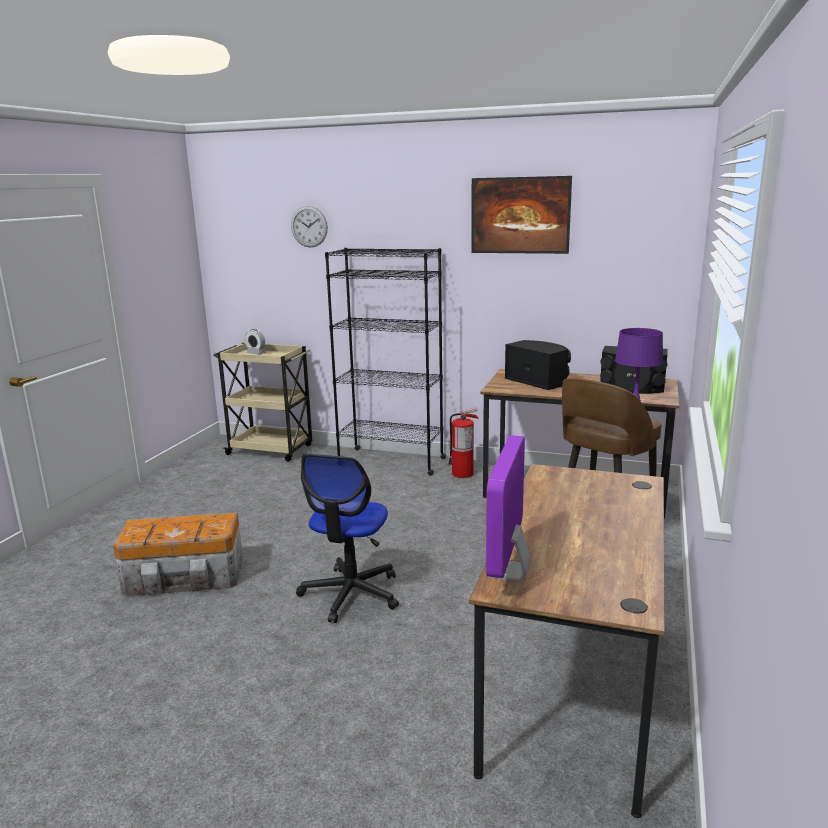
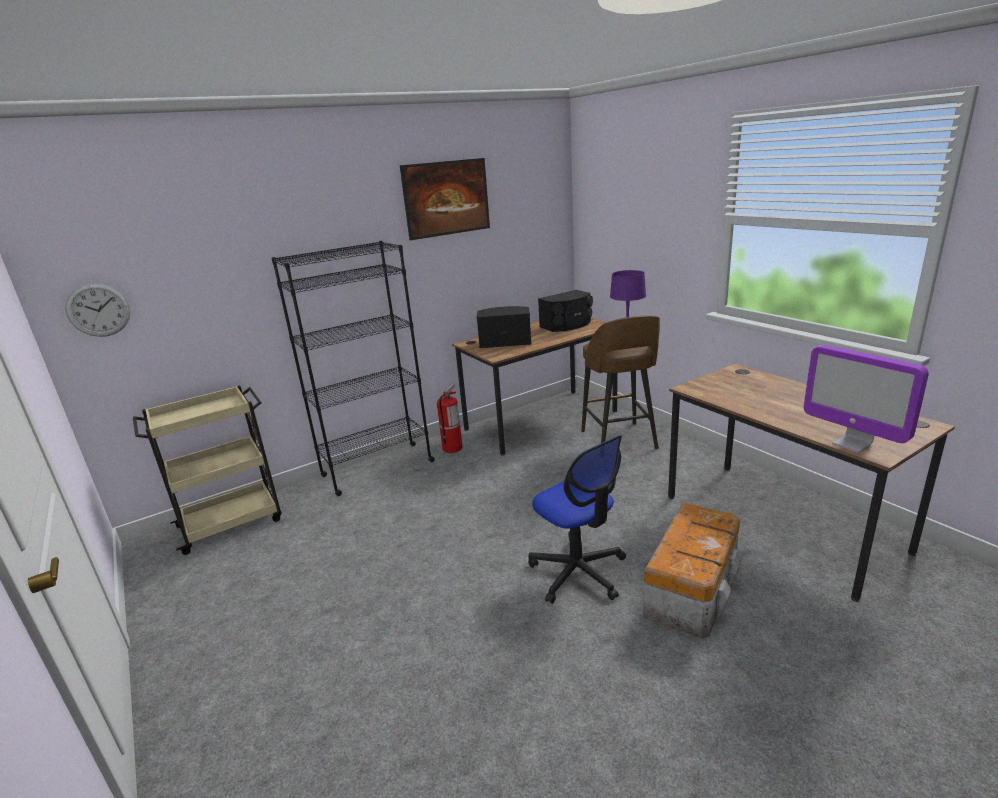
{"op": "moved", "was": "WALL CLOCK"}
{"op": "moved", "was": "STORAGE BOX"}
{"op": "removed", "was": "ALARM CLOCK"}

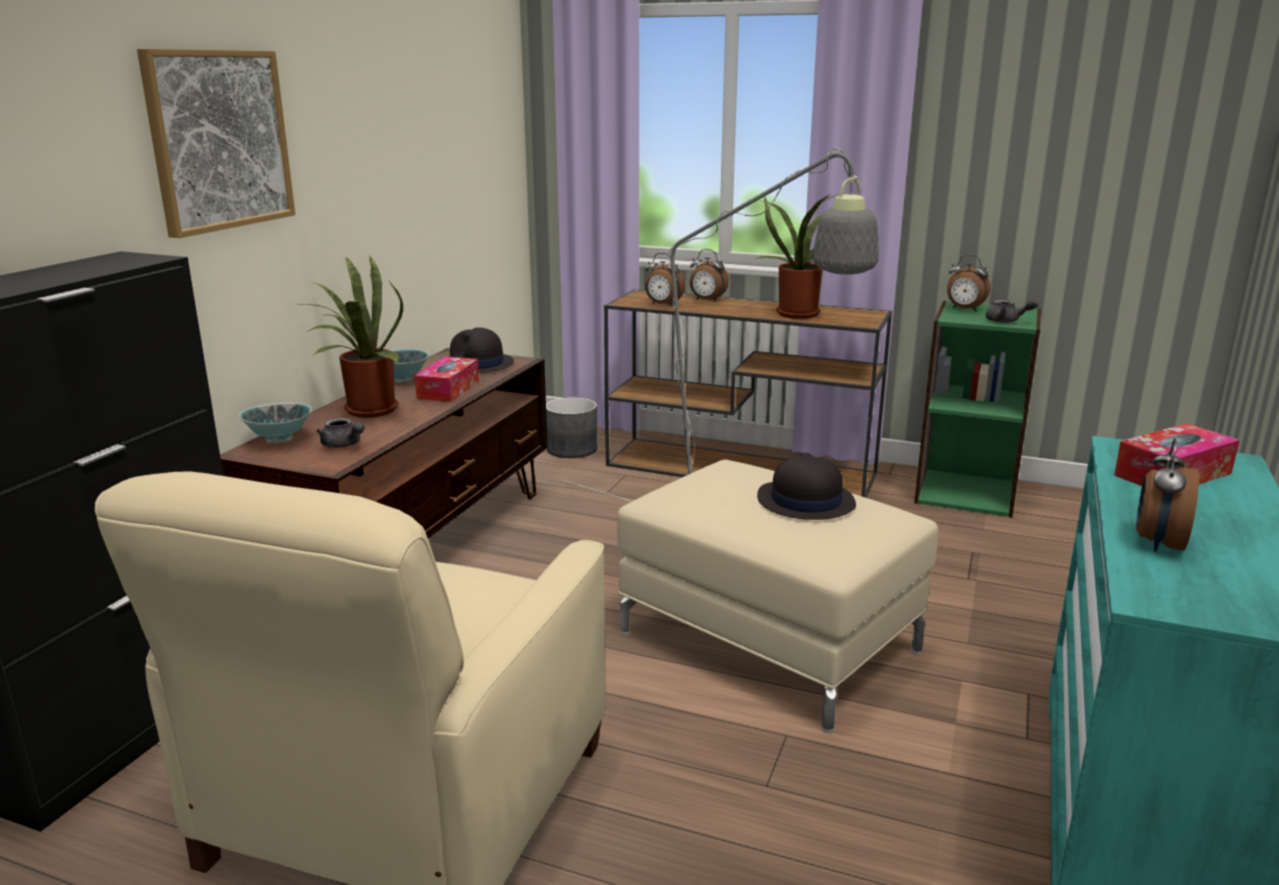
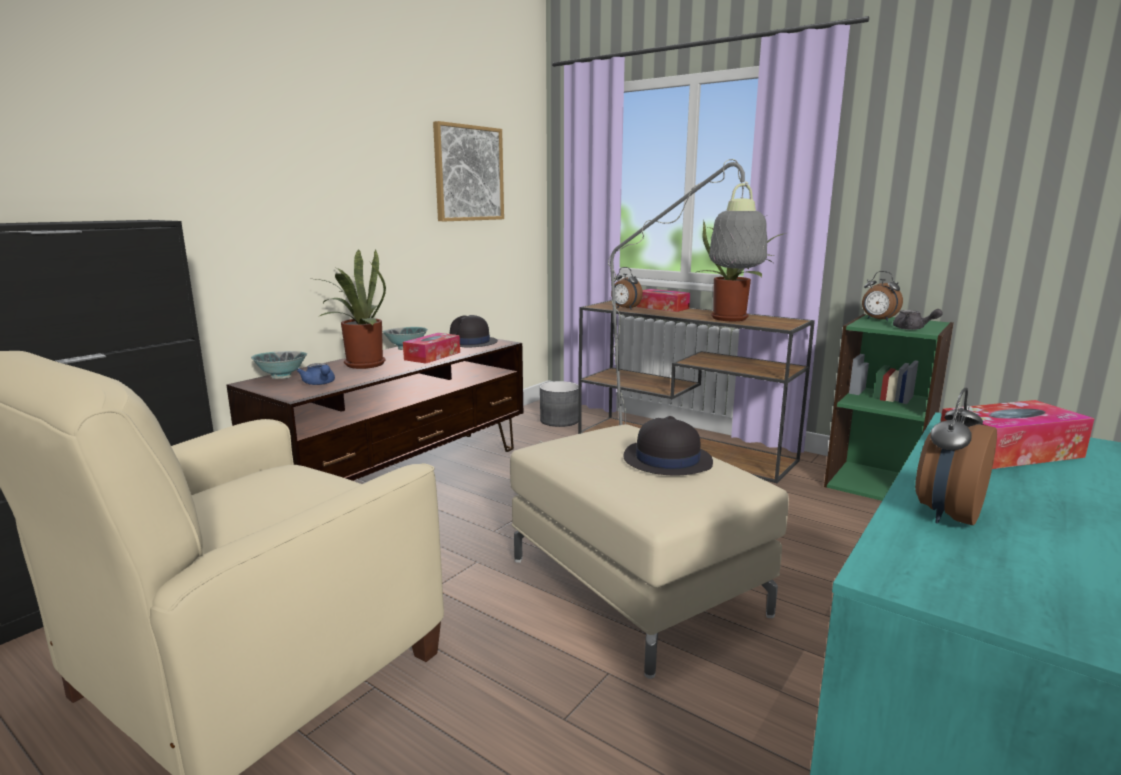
{"op": "recoloured", "was": "GREY TEAPOT (1st from left)", "now": "BLUE TEAPOT"}
{"op": "moved", "was": "PICTURE"}
{"op": "replaced", "was": "ALARM CLOCK (2nd from left)", "now": "TISSUE BOX (2nd from left)"}

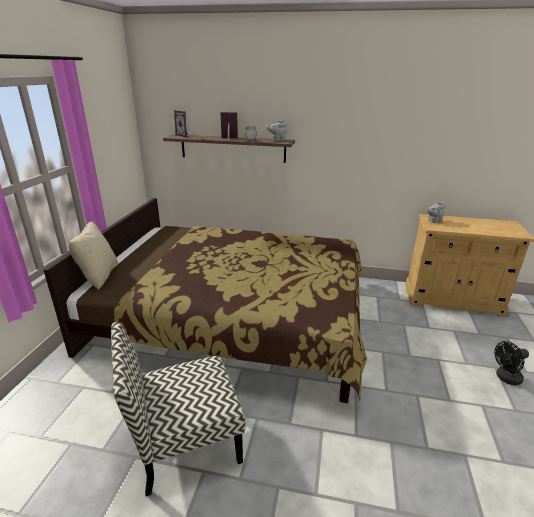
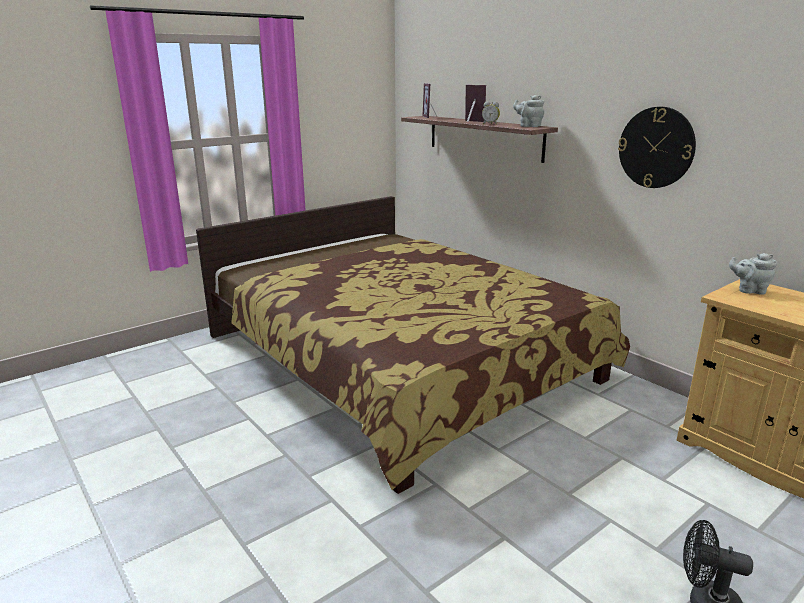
{"op": "added", "now": "WALL CLOCK"}
{"op": "removed", "was": "BEIGE PILLOW"}
{"op": "removed", "was": "CHAIR"}

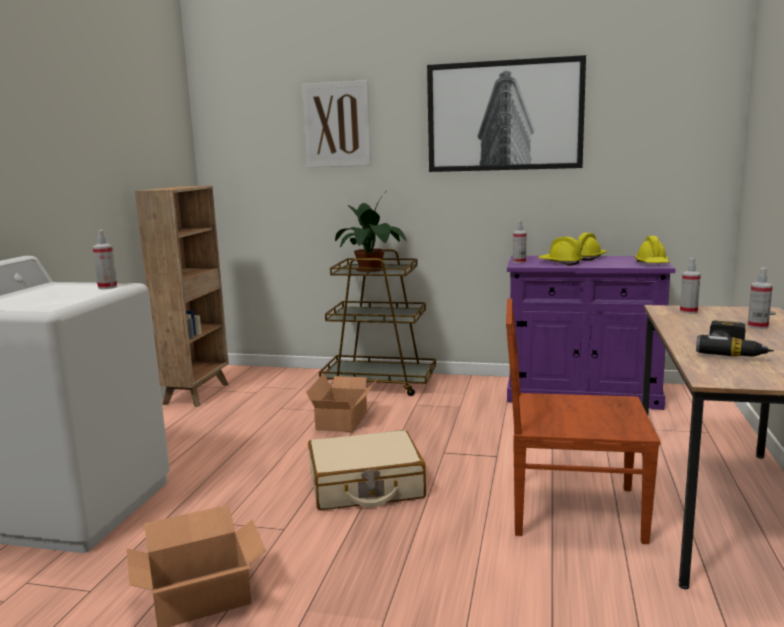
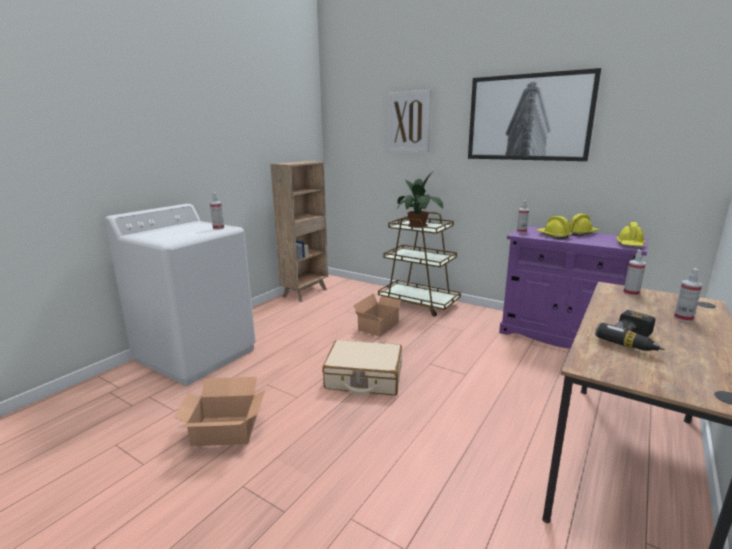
{"op": "removed", "was": "BROWN CHAIR"}

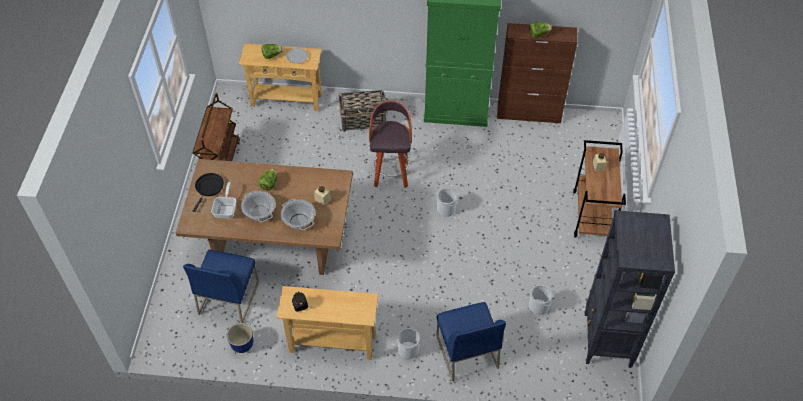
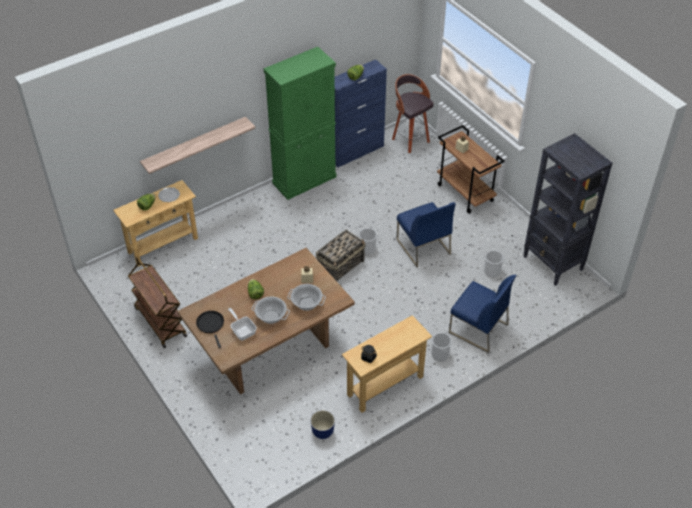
{"op": "added", "now": "SHELF"}
{"op": "moved", "was": "BASKET"}
{"op": "recoloured", "was": "BROWN CABINET", "now": "BLUE CABINET"}
{"op": "moved", "was": "STOOL"}
{"op": "moved", "was": "BLUE CHAIR (1st from left)"}

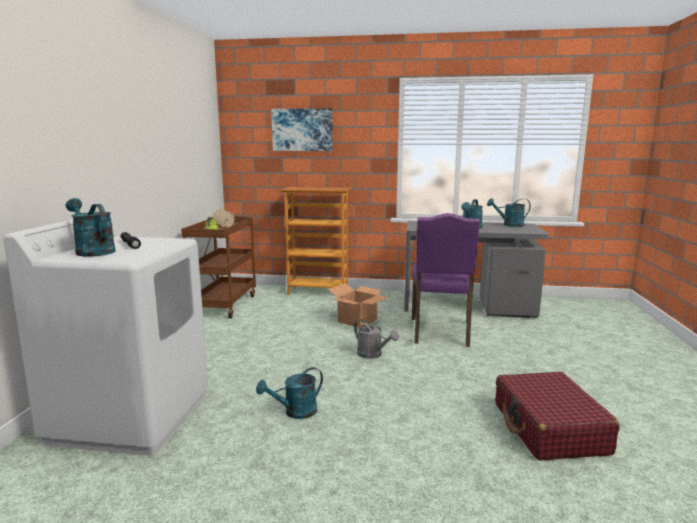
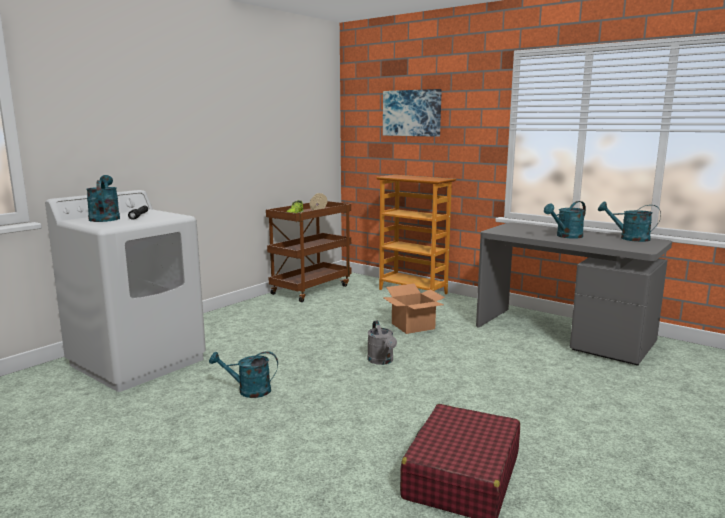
{"op": "removed", "was": "PURPLE CHAIR"}

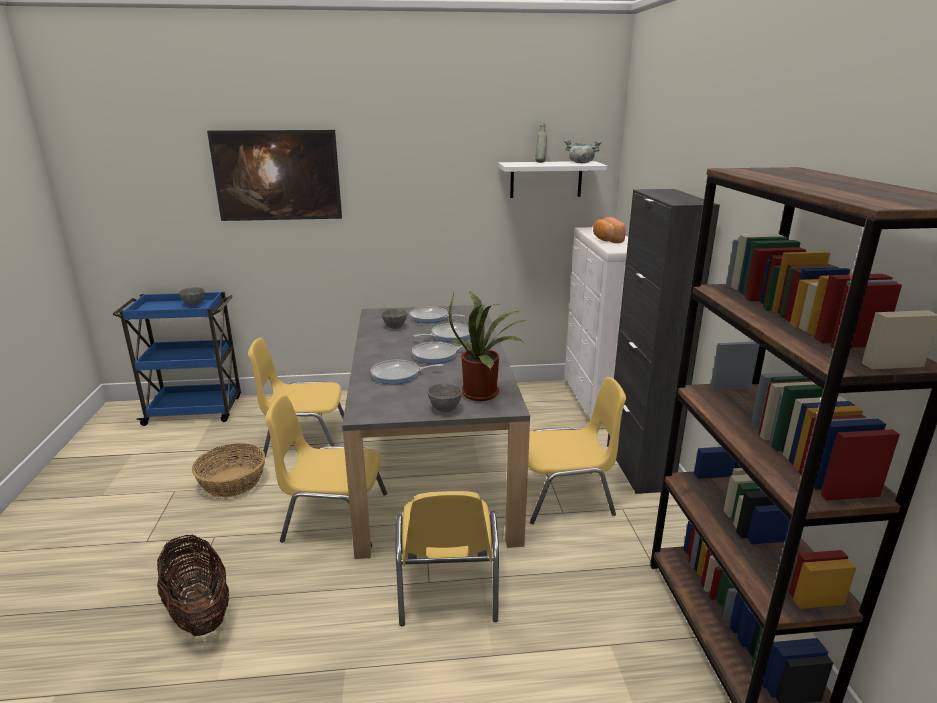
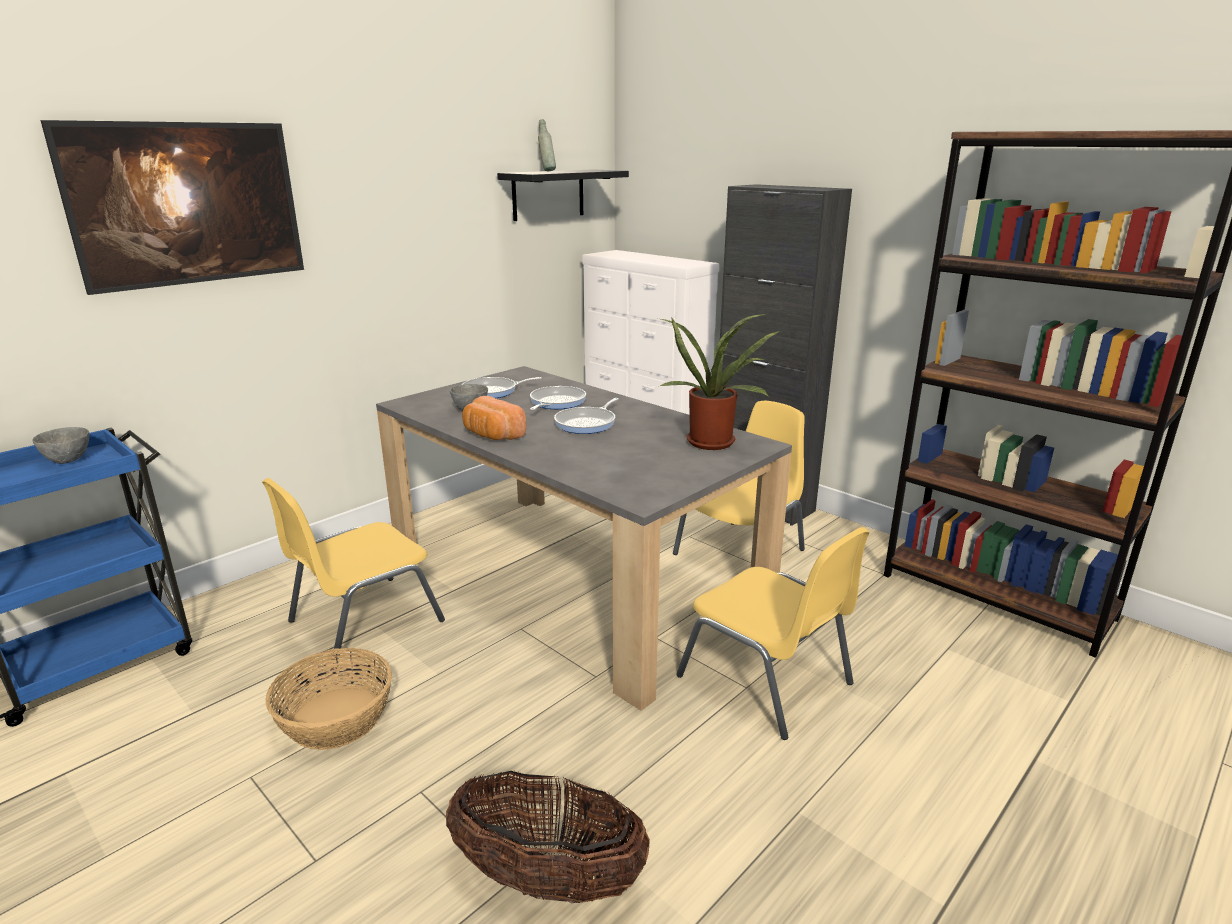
{"op": "moved", "was": "BREAD"}
{"op": "recoloured", "was": "WHITE SHELF", "now": "BLACK SHELF"}
{"op": "removed", "was": "YELLOW CHAIR (2nd from left)"}
{"op": "removed", "was": "FRYING PAN (1st from left)"}
{"op": "removed", "was": "GREY BOWL (3rd from left)"}
{"op": "removed", "was": "GREY COOKING POT"}

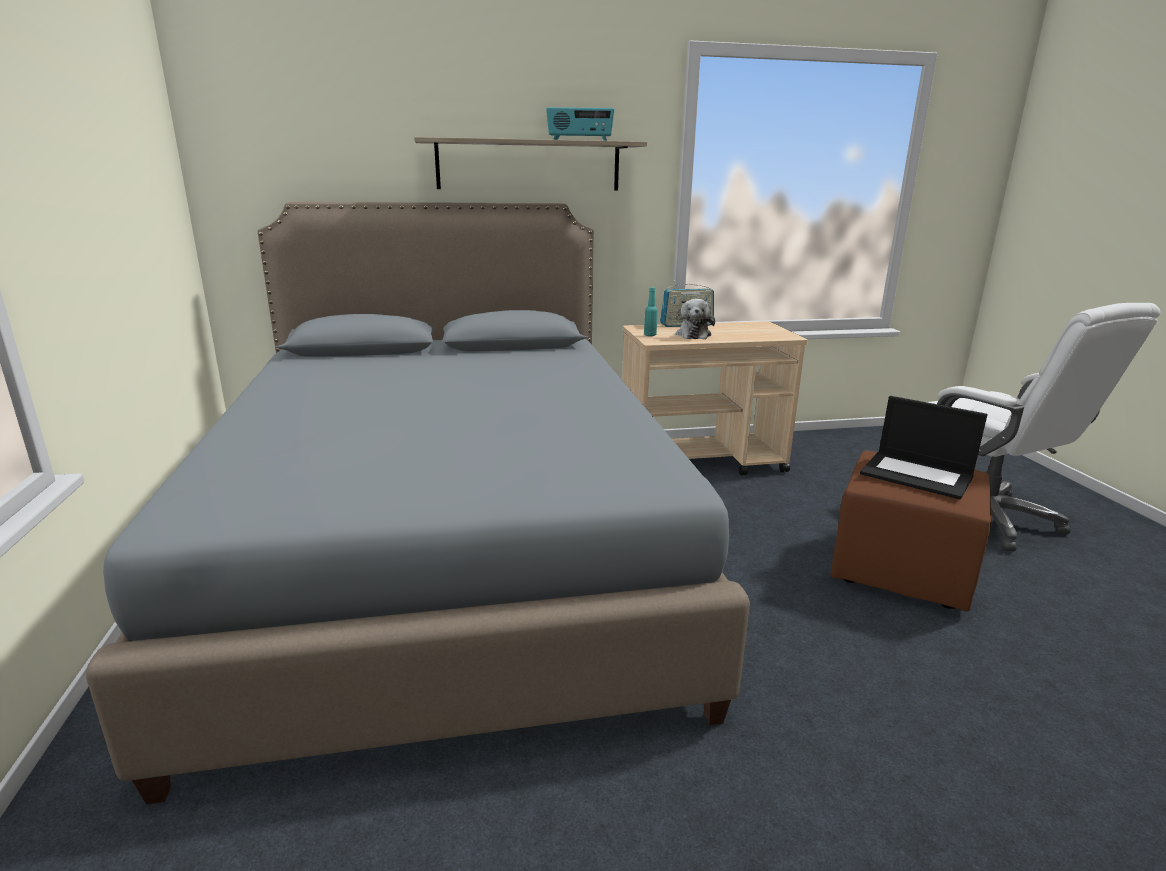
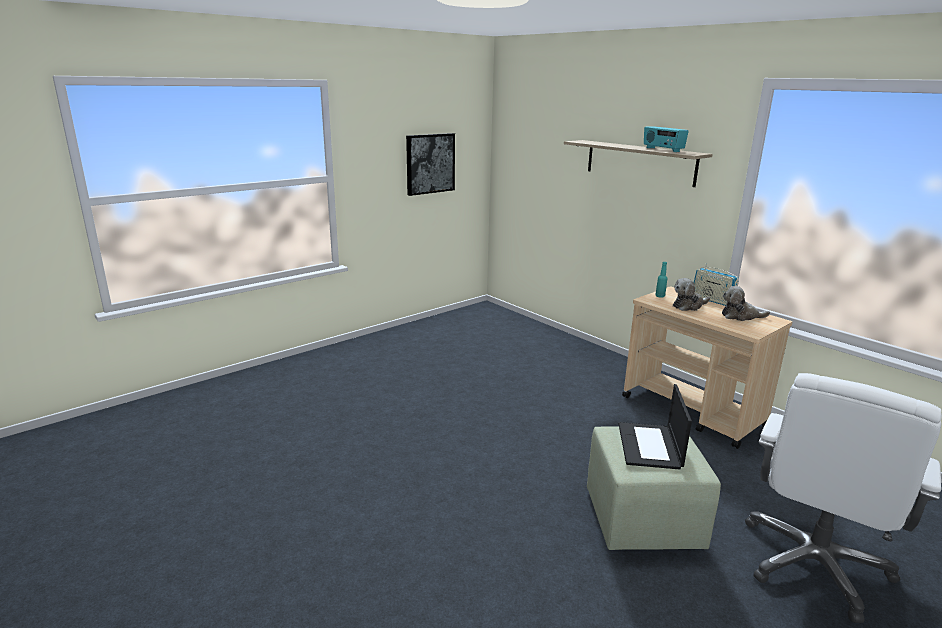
{"op": "added", "now": "PICTURE"}
{"op": "recoloured", "was": "BROWN OTTOMAN", "now": "GREEN OTTOMAN"}
{"op": "added", "now": "PLUSH TOY (2nd from left)"}
{"op": "removed", "was": "GREY BED"}

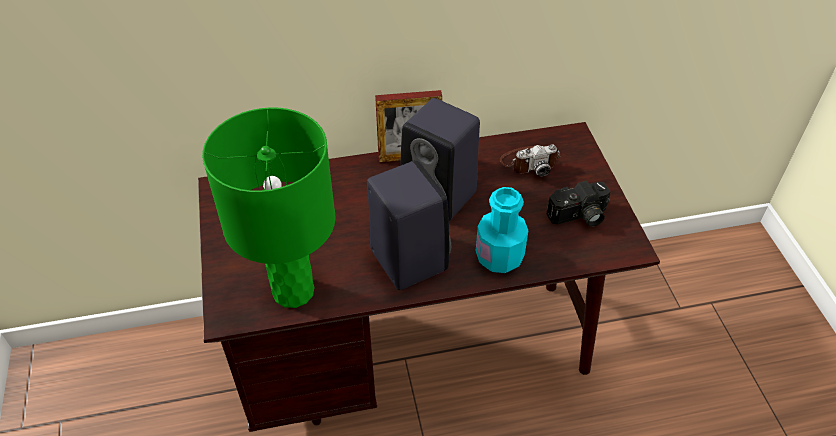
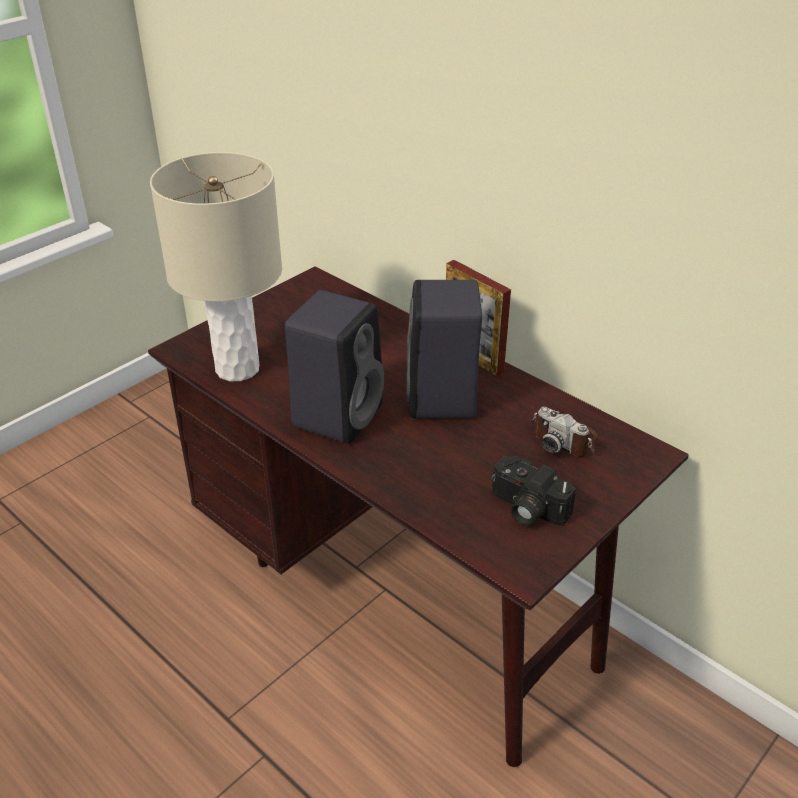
{"op": "recoloured", "was": "GREEN TABLE LAMP", "now": "BEIGE TABLE LAMP"}
{"op": "removed", "was": "TURQUOISE BOTTLE"}

